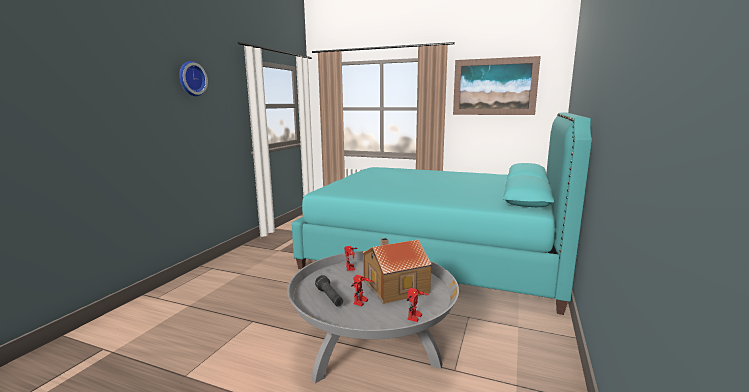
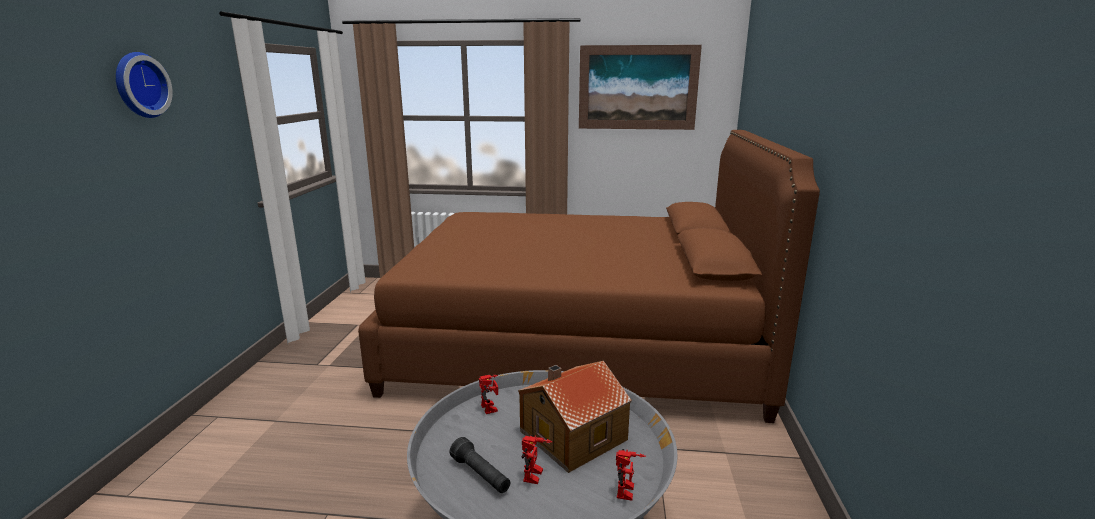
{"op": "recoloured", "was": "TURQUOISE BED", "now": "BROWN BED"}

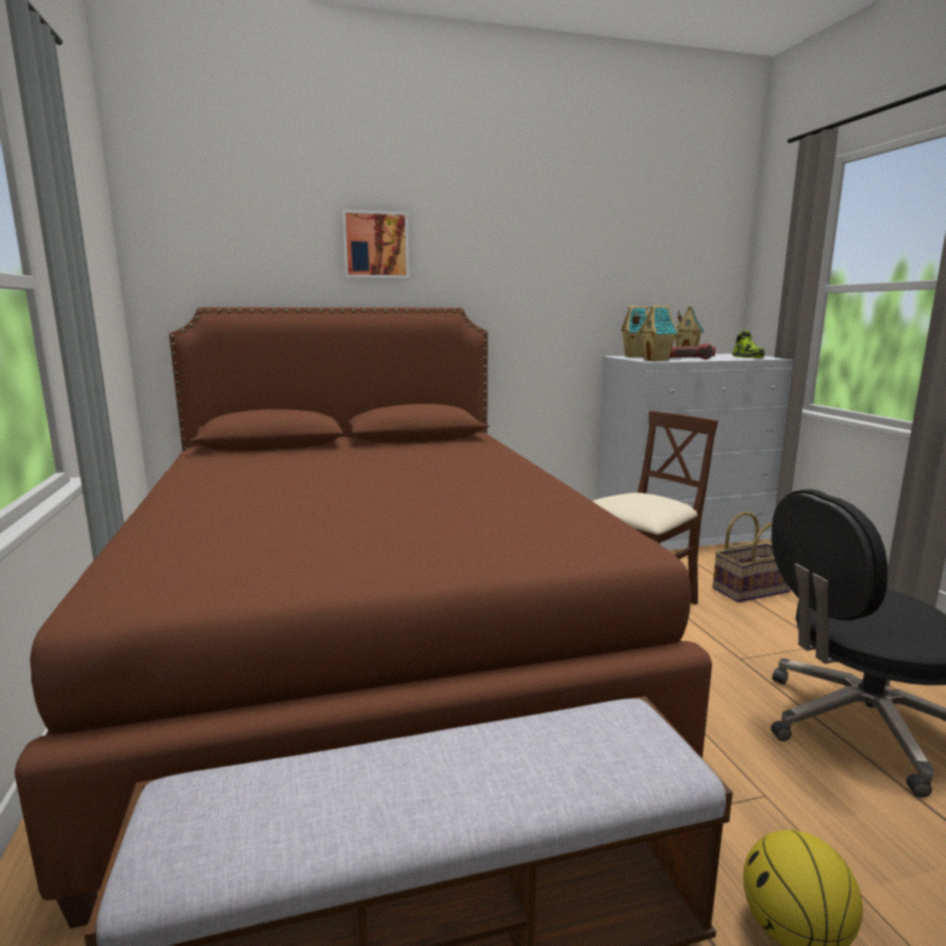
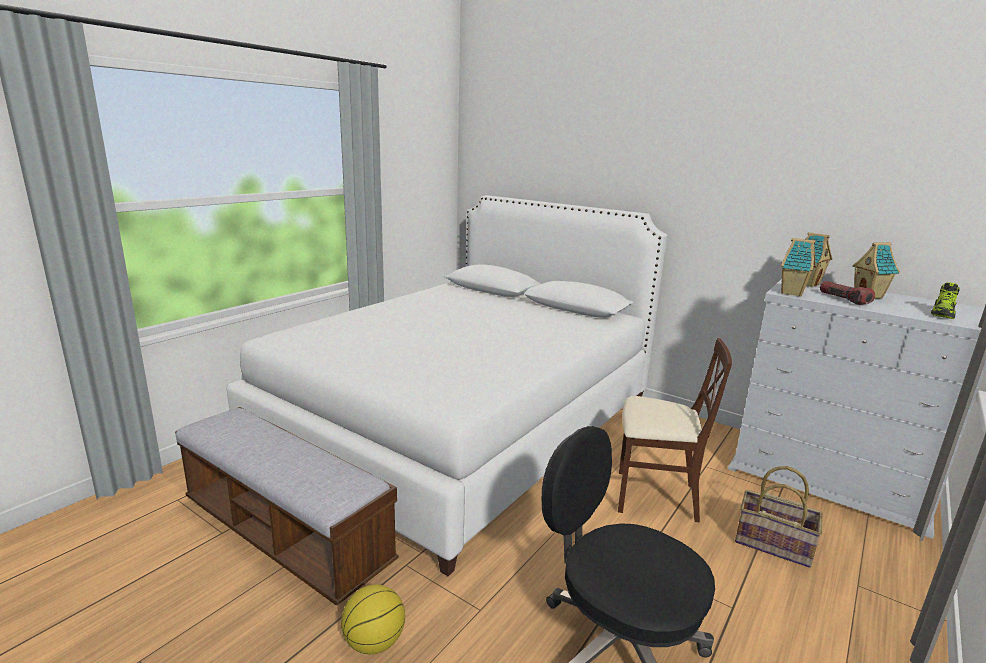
{"op": "recoloured", "was": "BROWN BED", "now": "WHITE BED"}
{"op": "removed", "was": "PICTURE"}

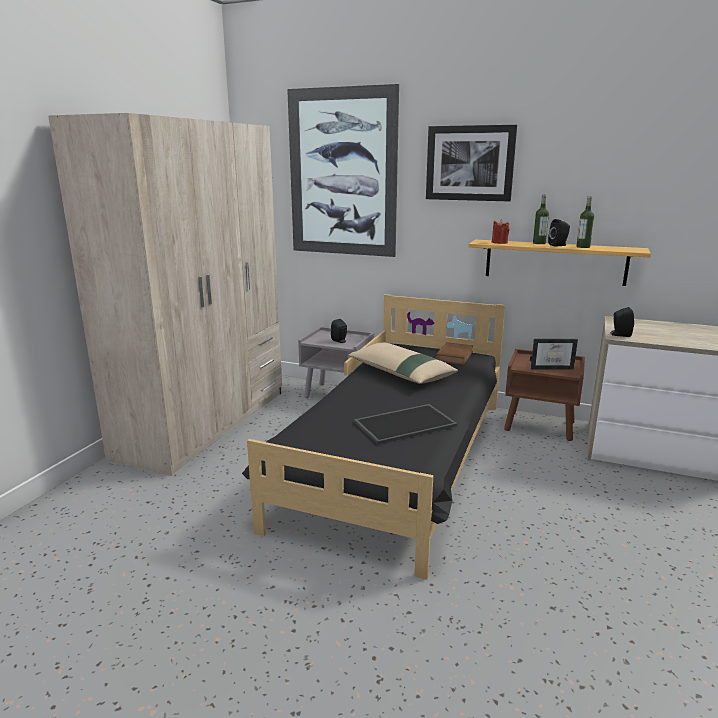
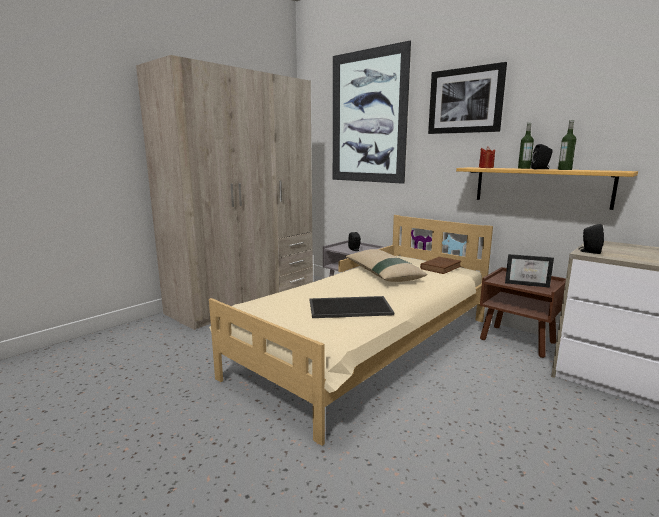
{"op": "recoloured", "was": "BLACK BED", "now": "BEIGE BED"}

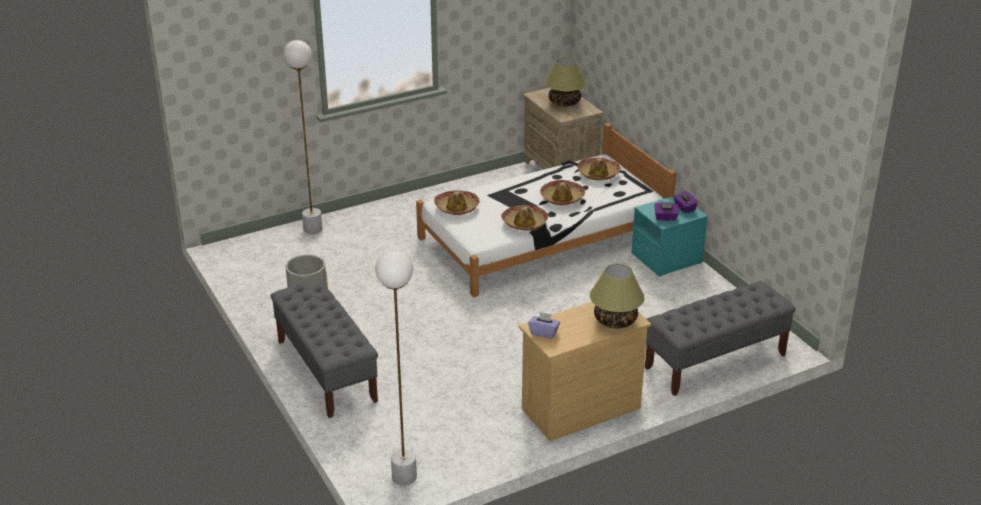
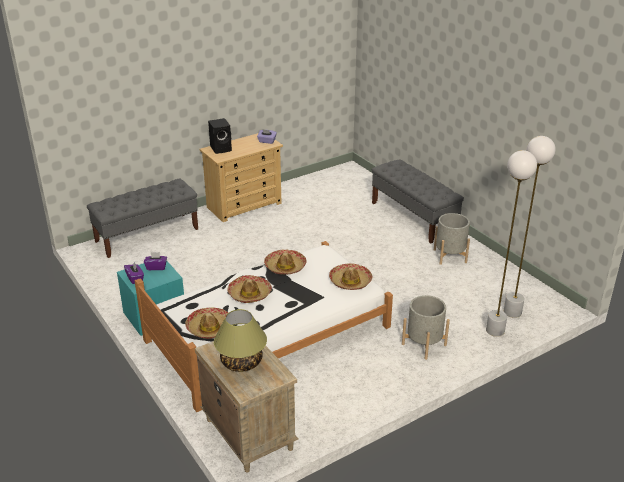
{"op": "replaced", "was": "TABLE LAMP (2nd from left)", "now": "BLACK SPEAKER"}
{"op": "added", "now": "GREY PLANTER (1st from left)"}
{"op": "moved", "was": "WHITE FLOOR LAMP (2nd from left)"}

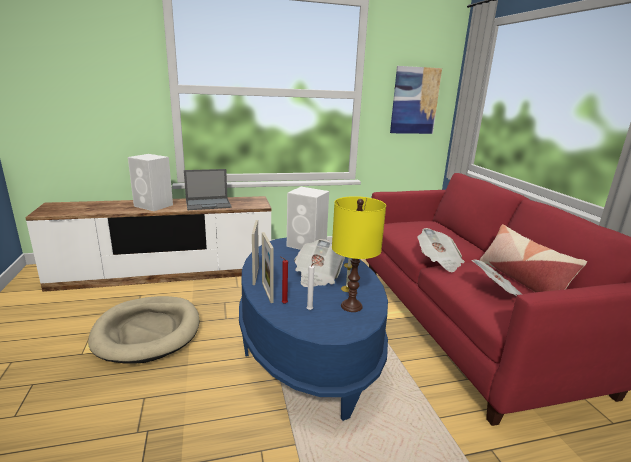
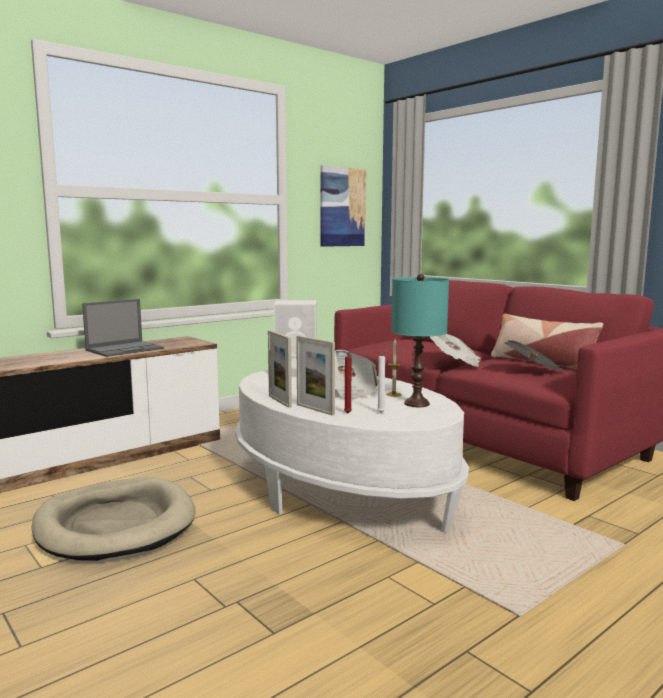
{"op": "recoloured", "was": "BLUE COFFEE TABLE", "now": "WHITE COFFEE TABLE"}
{"op": "recoloured", "was": "YELLOW TABLE LAMP", "now": "TURQUOISE TABLE LAMP"}
{"op": "removed", "was": "WHITE SPEAKER (1st from left)"}

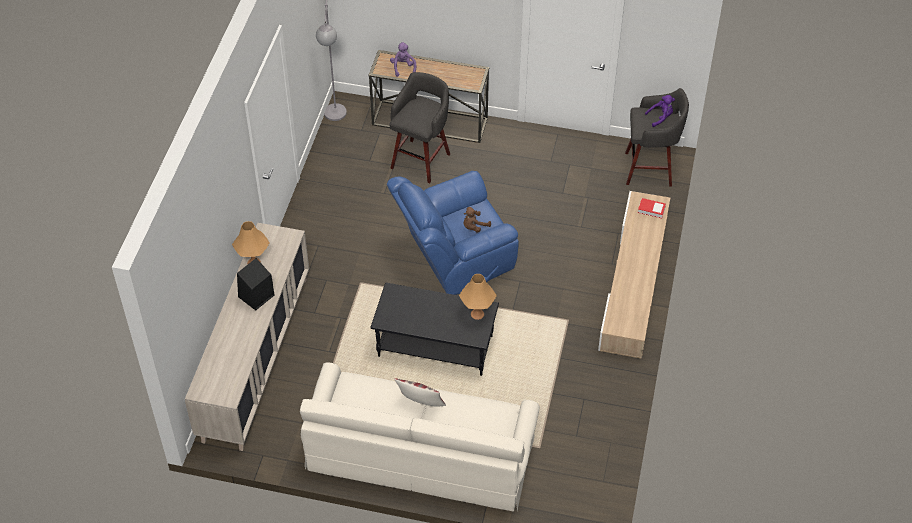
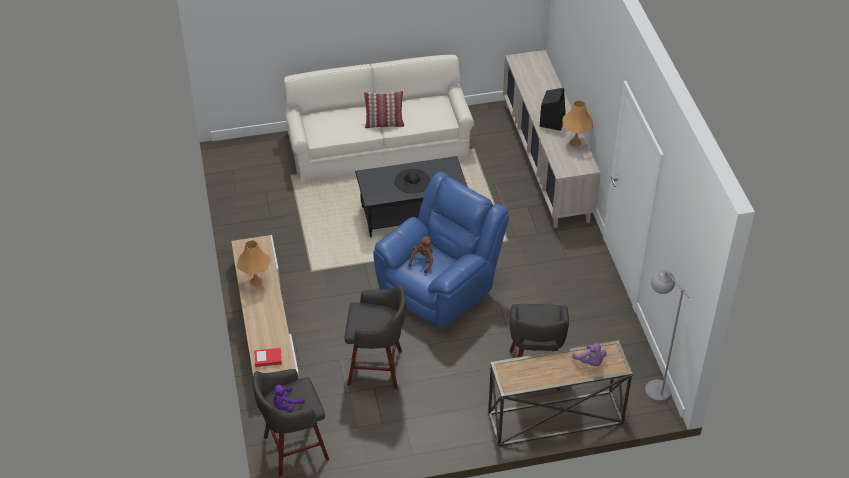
{"op": "moved", "was": "ORANGE TABLE LAMP (2nd from left in the first image)", "now": "ORANGE TABLE LAMP (1st from left)"}
{"op": "added", "now": "GREY STOOL (2nd from left)"}
{"op": "added", "now": "BLACK HAT"}

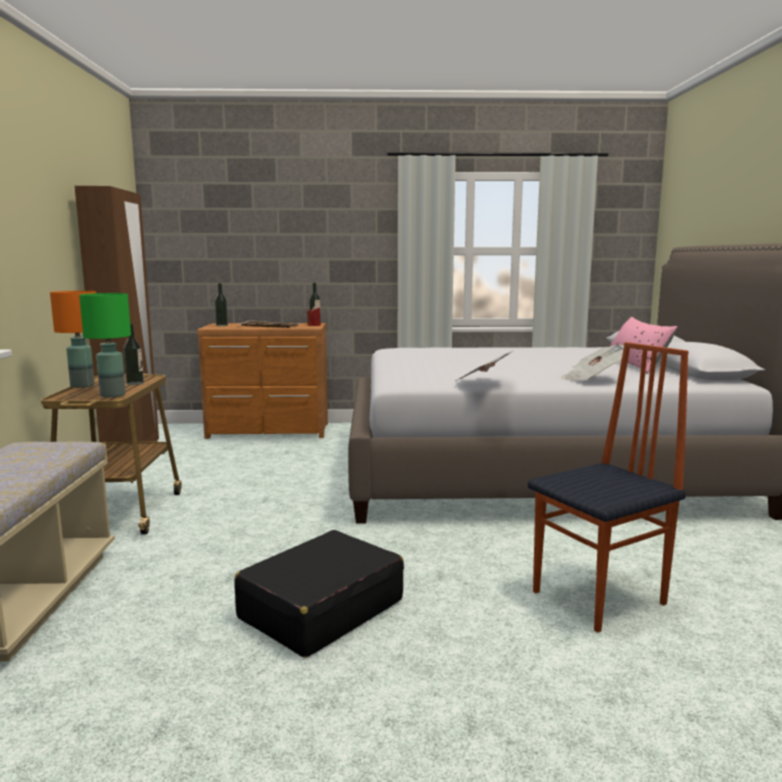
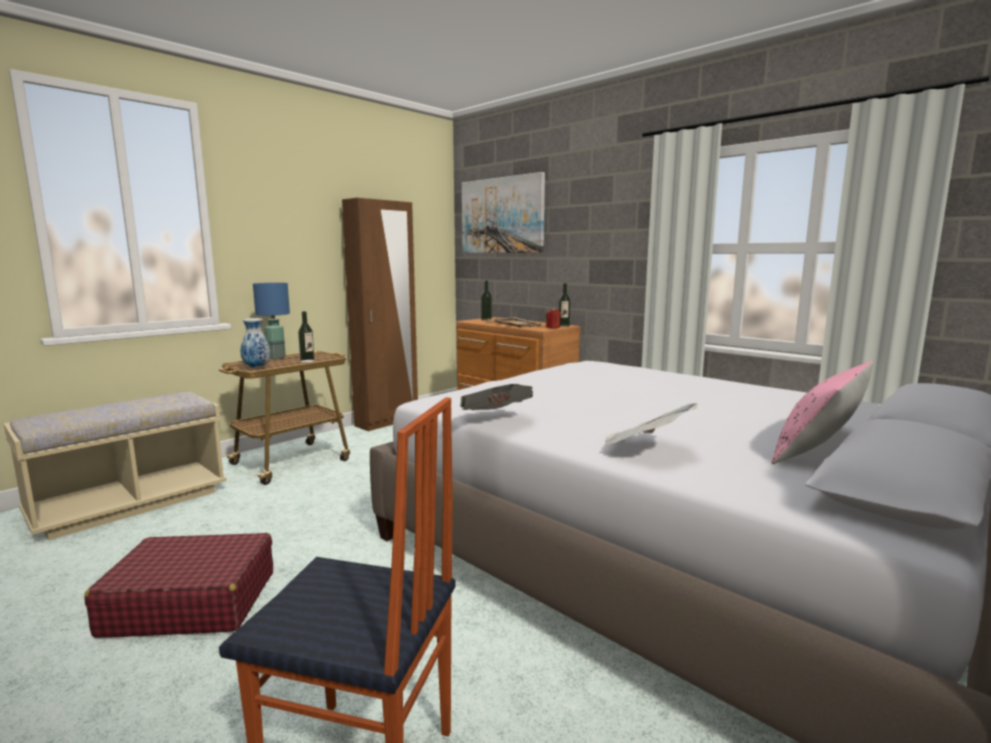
{"op": "recoloured", "was": "BLACK SUITCASE", "now": "RED SUITCASE"}
{"op": "replaced", "was": "GREEN TABLE LAMP", "now": "VASE"}
{"op": "recoloured", "was": "ORANGE TABLE LAMP", "now": "BLUE TABLE LAMP"}
{"op": "added", "now": "PICTURE"}

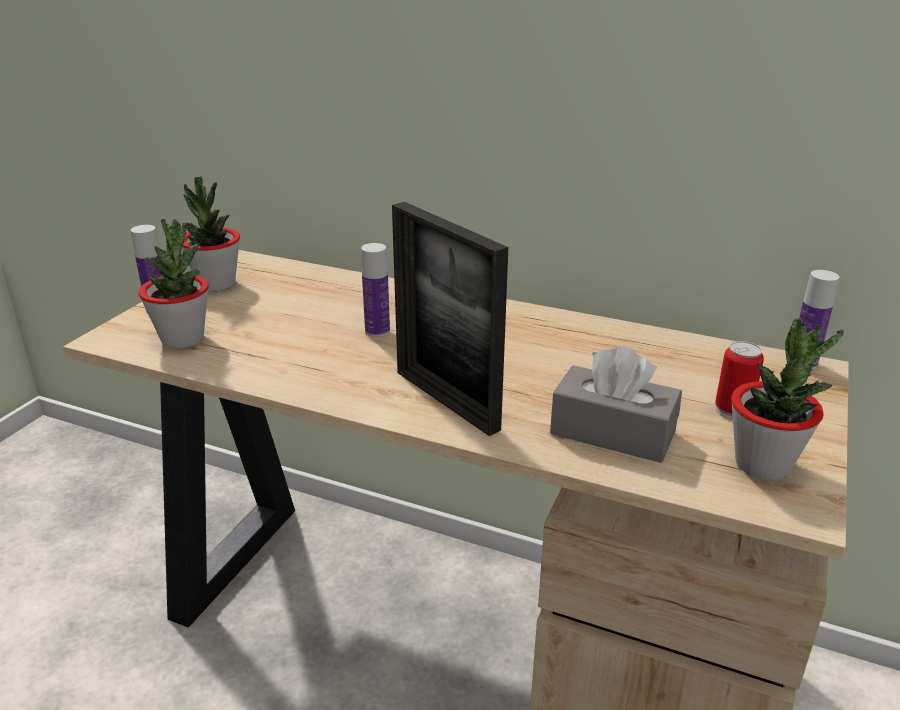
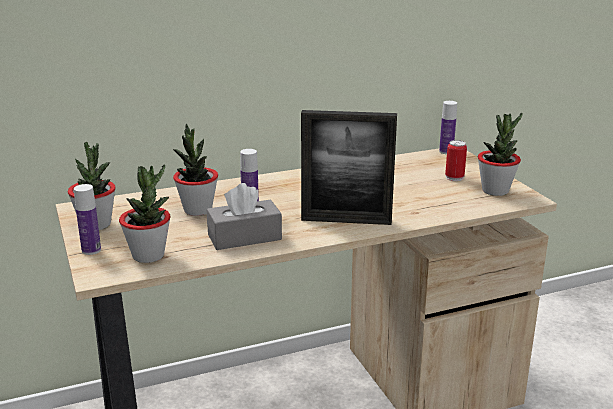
{"op": "added", "now": "POTTED PLANT (3rd from left)"}
{"op": "moved", "was": "GREY TISSUE BOX"}

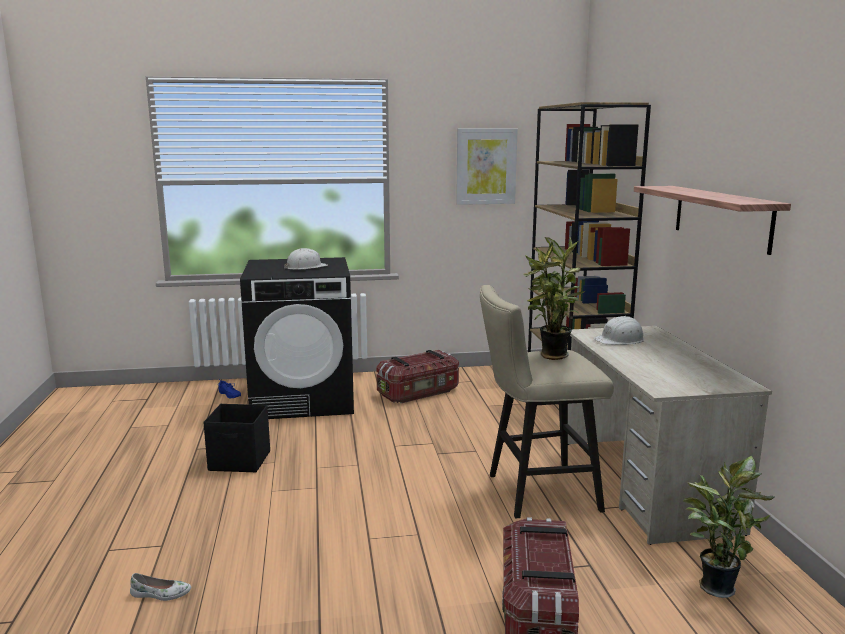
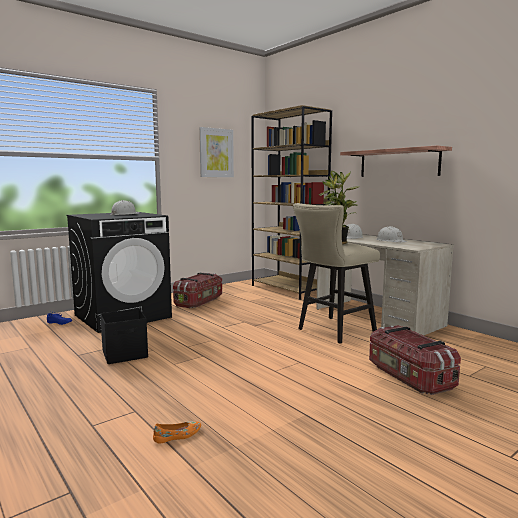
{"op": "recoloured", "was": "WHITE SHOE", "now": "ORANGE SHOE"}
{"op": "added", "now": "WHITE HARD HAT (3rd from left)"}
{"op": "removed", "was": "POTTED PLANT (2nd from left)"}

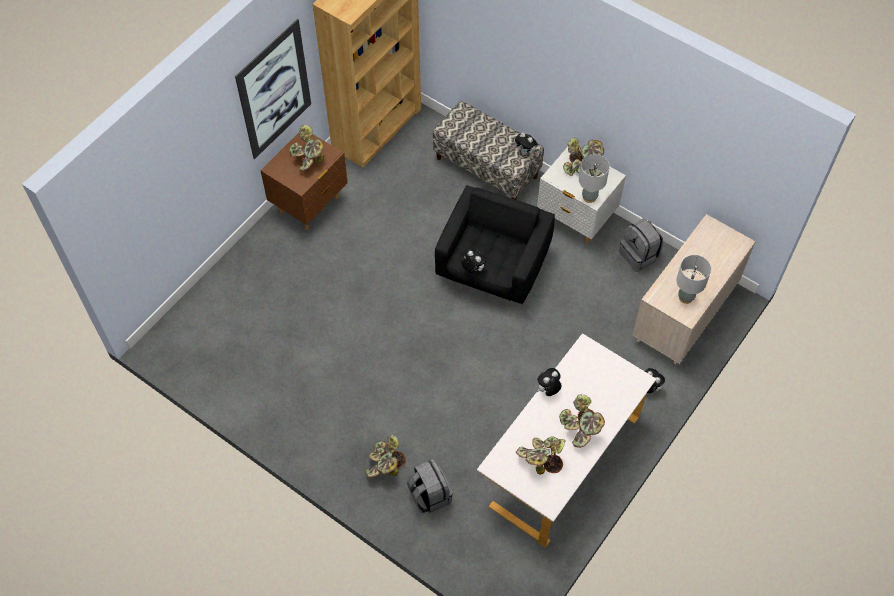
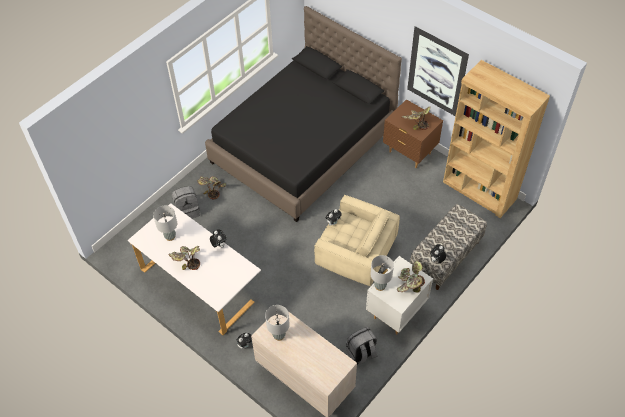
{"op": "replaced", "was": "POTTED PLANT (3rd from left)", "now": "GREY TABLE LAMP (1st from left)"}
{"op": "added", "now": "BLACK BED"}
{"op": "recoloured", "was": "BLACK ARMCHAIR", "now": "BEIGE ARMCHAIR"}

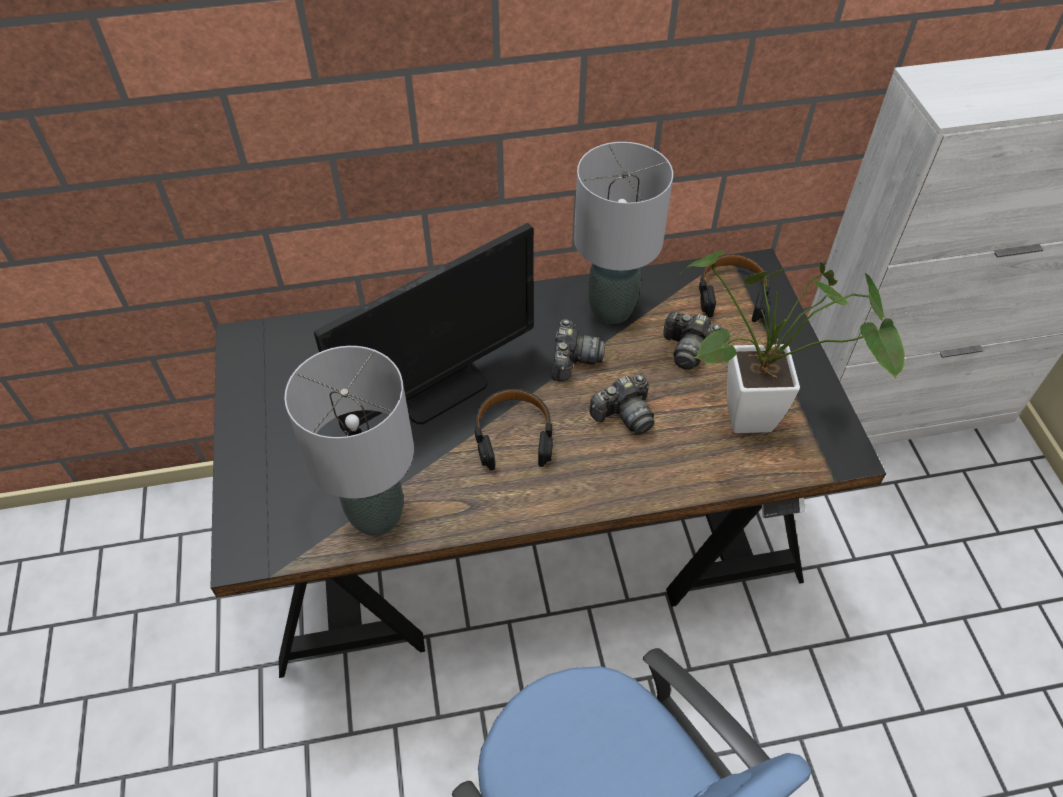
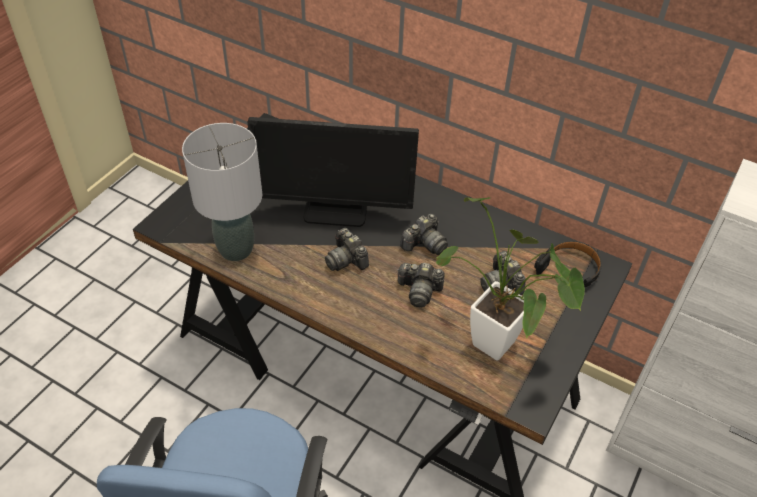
{"op": "replaced", "was": "BLACK HEADPHONES (1st from left)", "now": "PHOTO CAMERA (1st from left)"}
{"op": "removed", "was": "GREY TABLE LAMP (2nd from left)"}

